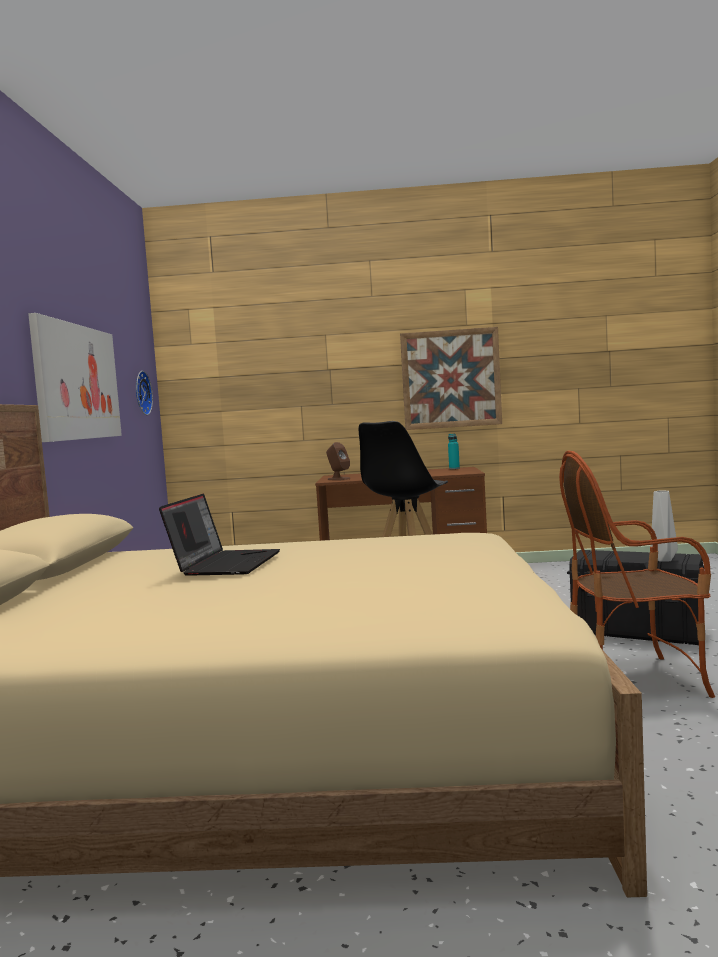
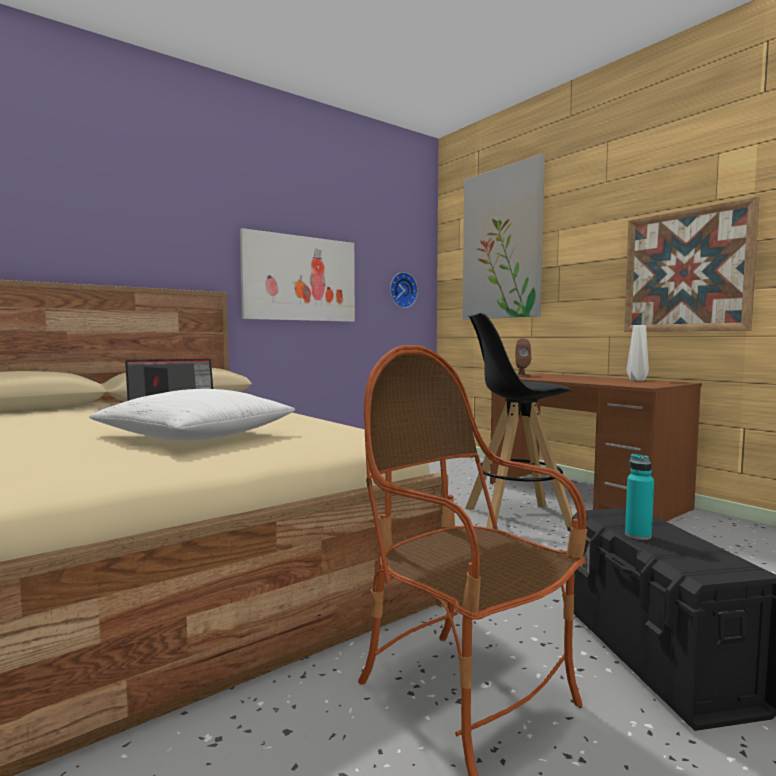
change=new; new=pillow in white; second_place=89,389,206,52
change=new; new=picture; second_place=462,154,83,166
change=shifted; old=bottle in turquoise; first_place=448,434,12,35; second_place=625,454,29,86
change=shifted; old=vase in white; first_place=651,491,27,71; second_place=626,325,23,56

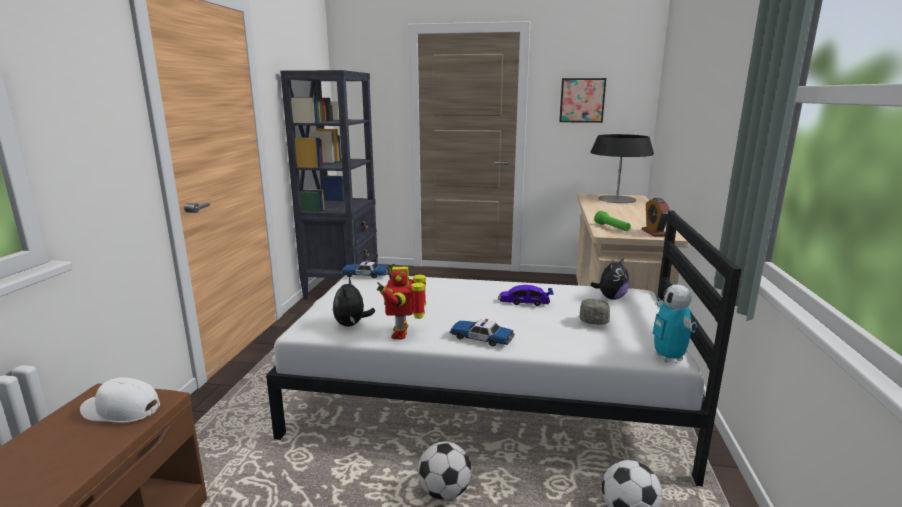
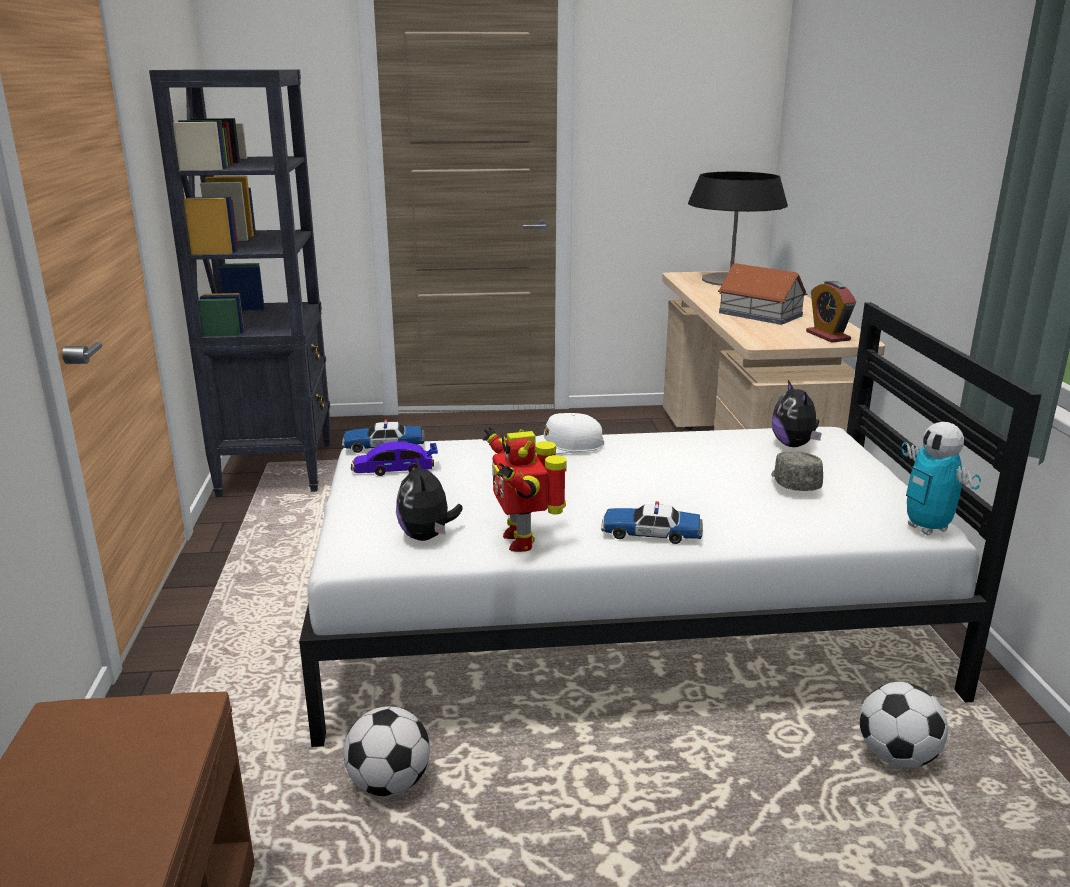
change=shifted; old=football; first_place=418,442,54,58; second_place=344,706,86,90
change=shifted; old=toy car; first_place=498,285,55,21; second_place=351,441,87,35
change=shifted; old=cap in white; first_place=80,377,80,46; second_place=535,413,69,41
change=new; new=toy house; second_place=718,263,90,62
change=rotated; old=plush toy; first_place=591,258,38,42; second_place=772,380,50,67; degrees=135
change=gone; old=picture; first_place=559,78,47,45
change=gone; old=flashlight in green; first_place=594,211,37,20

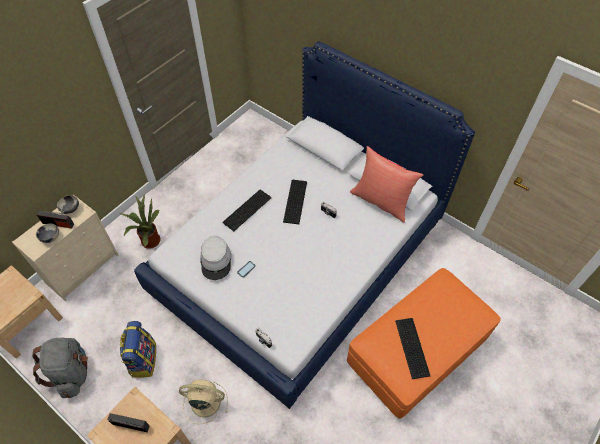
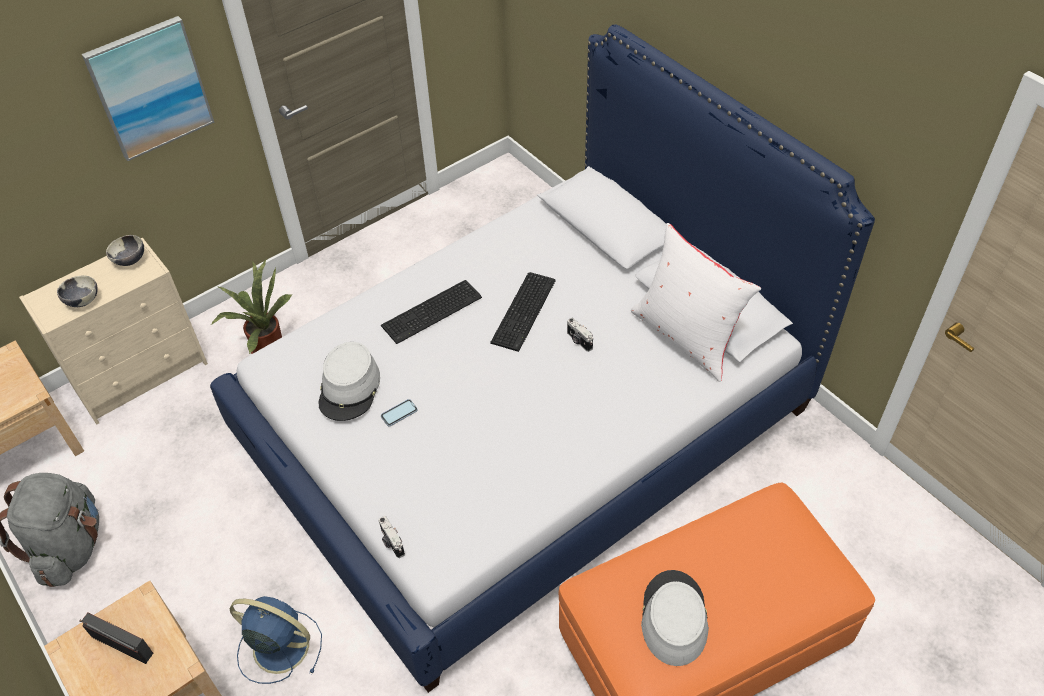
change=new; new=picture; second_place=82,16,132,145
change=repainted; old=fan in beige; new=fan in blue; first_place=179,380,49,44; second_place=230,596,92,88
change=repainted; old=pillow in red; new=pillow in white; first_place=350,146,73,77; second_place=631,223,130,159
change=swapped; old=keyboard; new=hat in grey; first_place=395,318,35,61; second_place=641,570,68,96
change=gone; old=radio; first_place=36,211,38,18
change=gone; old=backpack; first_place=120,321,36,57

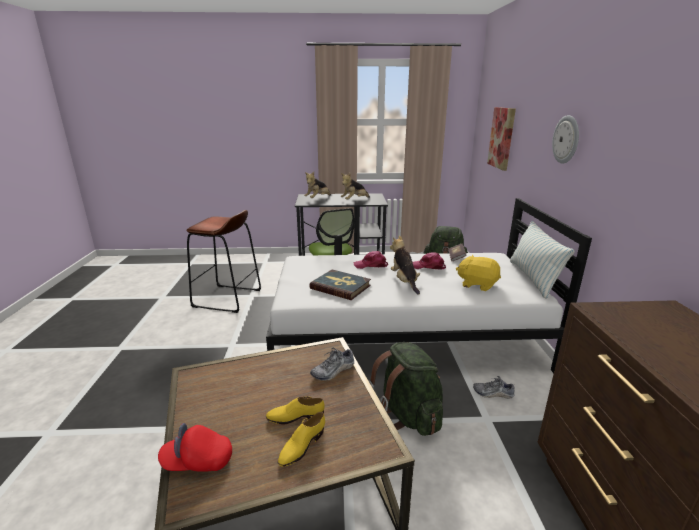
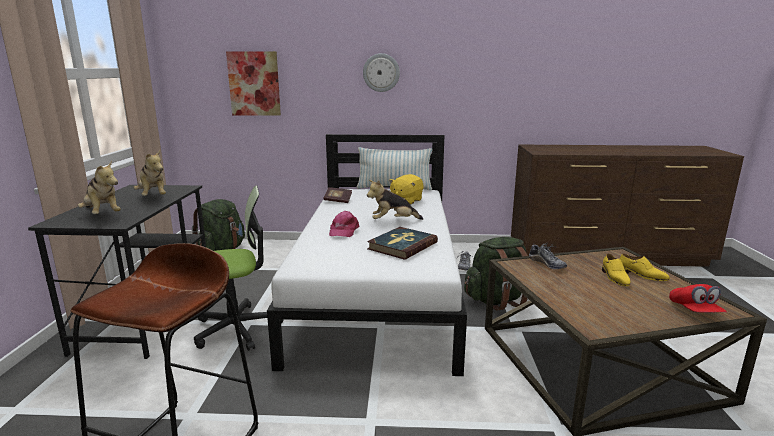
change=gone; old=cap in pink; first_place=413,253,33,17

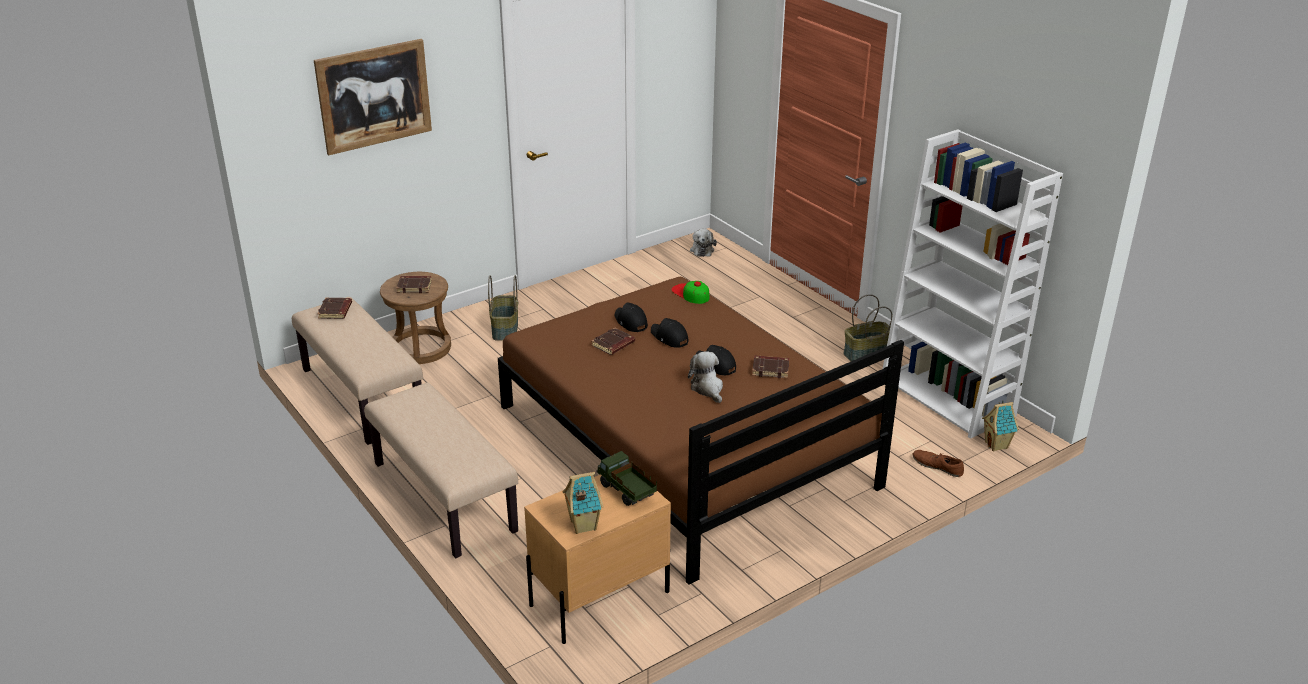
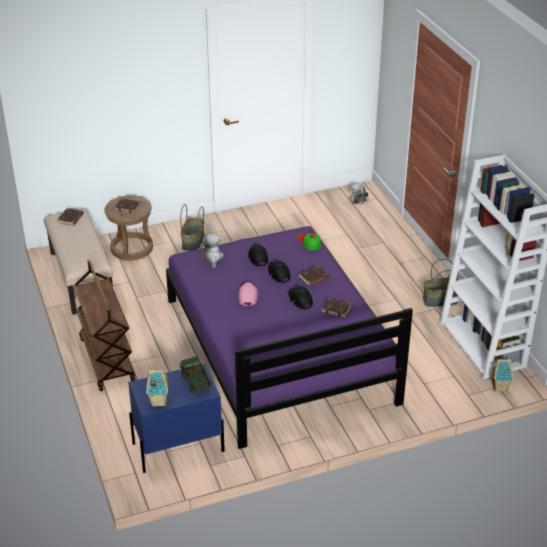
change=swapped; old=bench in beige; new=cart in brown; first_place=364,382,154,176; second_place=74,260,62,131
change=repainted; old=nightstand in beige; new=nightstand in blue; first_place=524,474,147,170; second_place=128,363,97,110
change=repainted; old=bed in brown; new=bed in purple; first_place=498,277,406,308; second_place=166,226,247,223
change=shifted; old=plush toy; first_place=688,351,35,52; second_place=200,234,24,34
change=new; new=cap in pink; second_place=238,282,20,24
change=shifted; old=book in brown; first_place=591,328,44,27; second_place=298,266,31,20
change=gone; old=picture; first_place=314,39,118,116
change=gone; old=shoe in brown; first_place=913,450,51,27

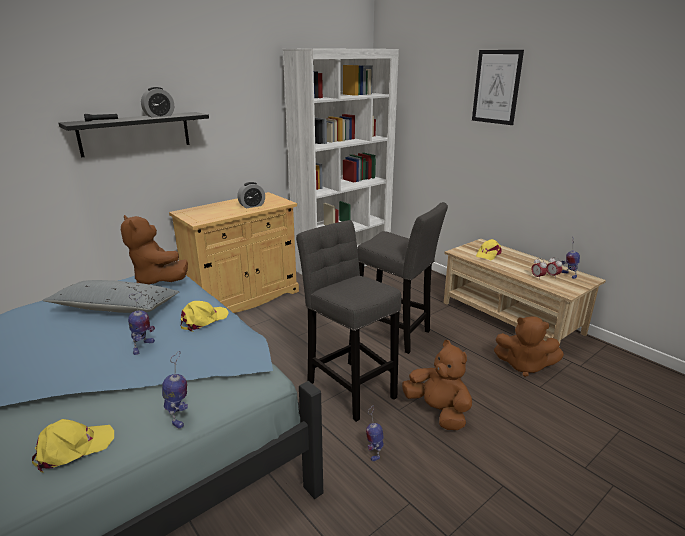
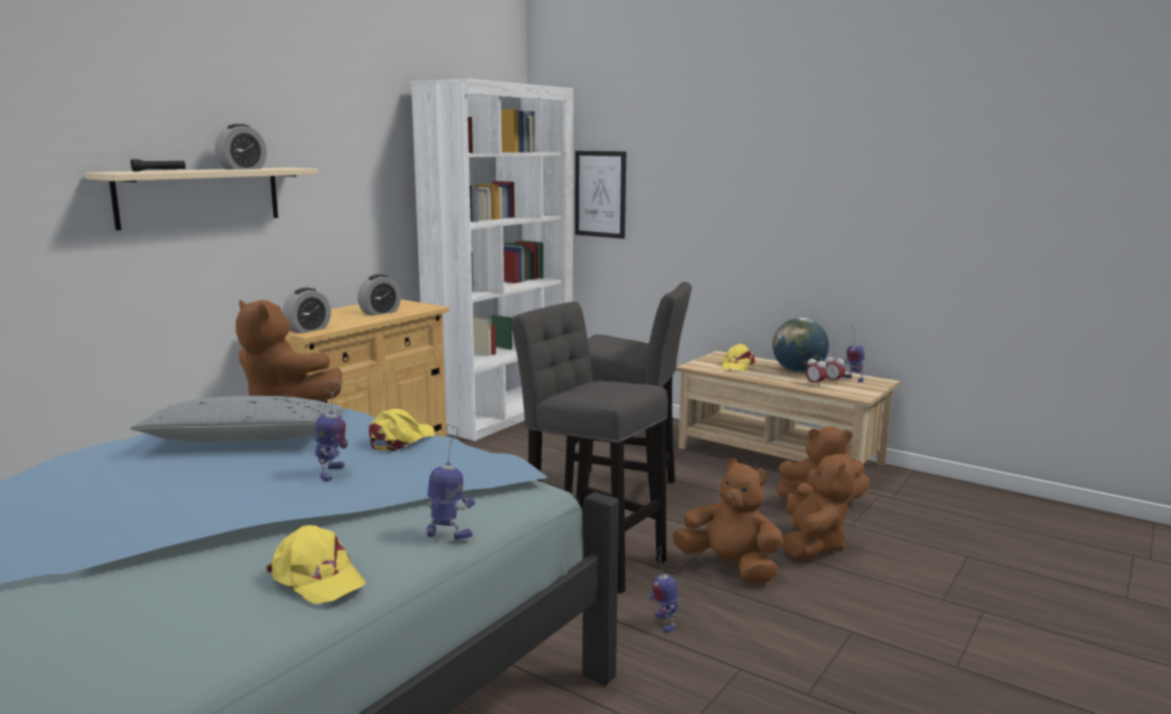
change=repainted; old=shelf in black; new=shelf in beige; first_place=58,112,151,46; second_place=86,167,232,64
change=rotated; old=cap in yellow; first_place=32,419,82,54; second_place=266,525,100,79; degrees=90
change=new; new=alarm clock; second_place=282,288,49,45
change=rotated; old=toy robot; first_place=162,351,26,78; second_place=427,424,48,116; degrees=-45
change=shifted; old=picture; first_place=472,50,52,75; second_place=575,151,51,88
change=new; new=globe; second_place=772,318,57,55
change=new; new=plush toy in brown; second_place=782,451,73,109

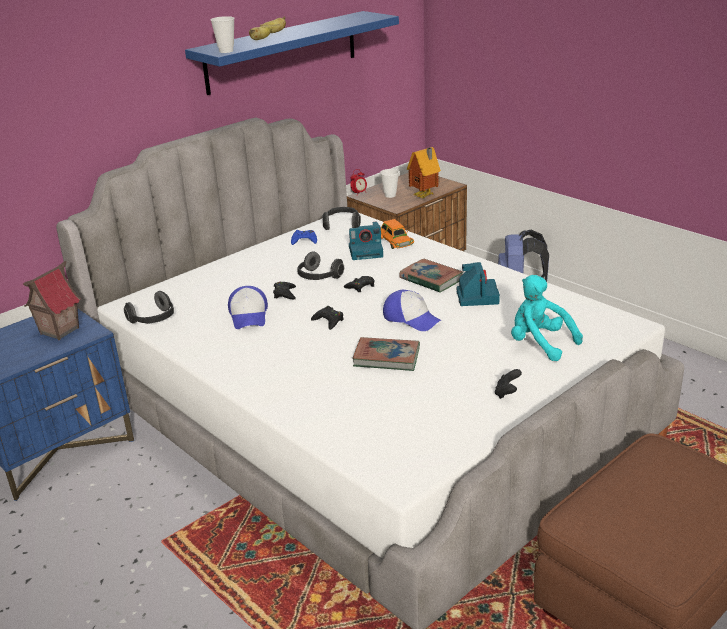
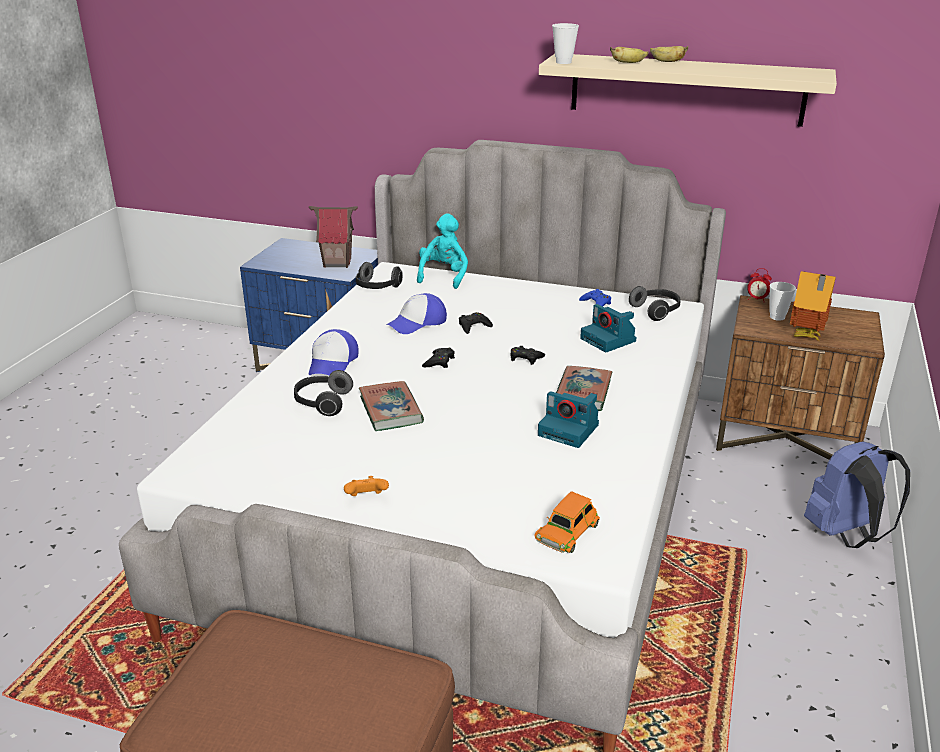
change=shifted; old=headphones; first_place=297,251,47,29; second_place=294,370,59,46
change=shifted; old=cap; first_place=383,290,58,41; second_place=308,329,51,46
change=repainted; old=game controller in black; new=game controller in orange; first_place=495,369,27,30; second_place=344,476,45,20
change=shifted; old=plush toy in turquoise; first_place=511,275,72,86; second_place=417,213,51,76
change=shifted; old=toy car in orange; first_place=381,219,33,30; second_place=534,491,66,62
change=rotated; old=photo camera; first_place=457,262,43,44; second_place=538,391,61,57; degrees=60
change=repainted; old=shelf in blue; new=shelf in beige; first_place=185,11,214,84; second_place=539,54,298,73

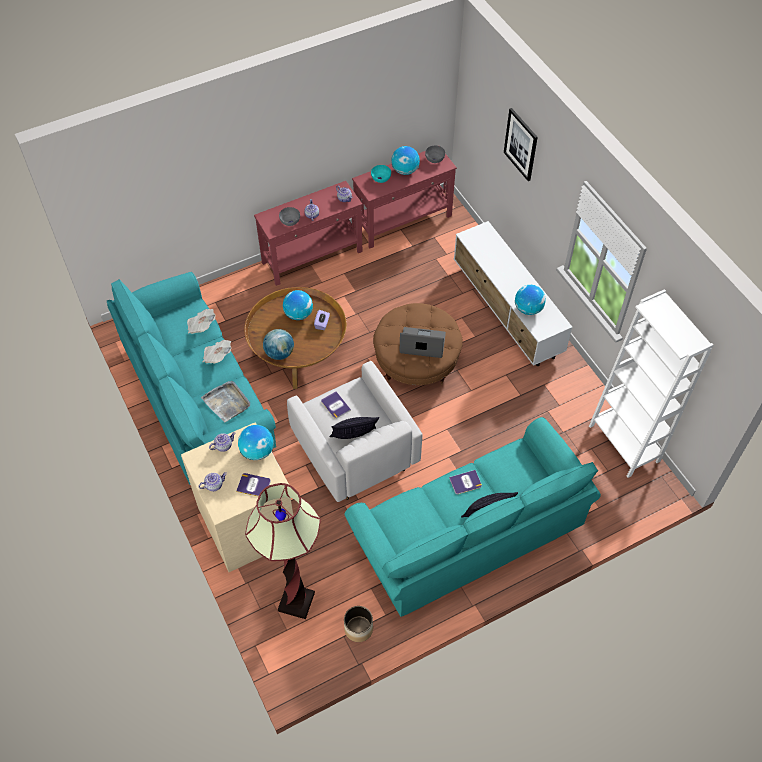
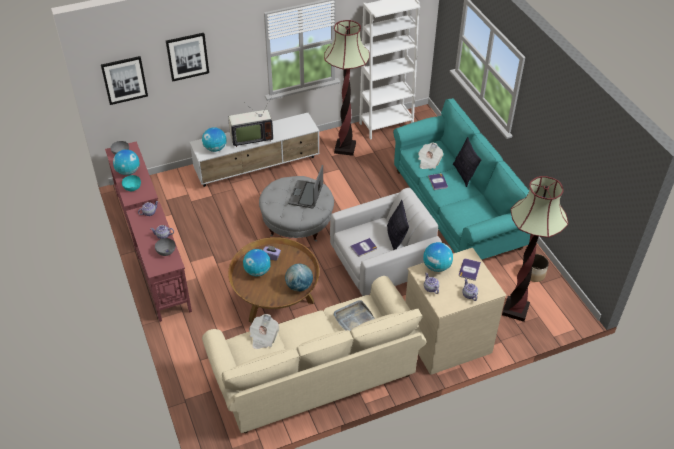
change=new; new=picture; second_place=101,56,47,49
change=shifted; old=globe; first_place=515,285,31,30; second_place=202,127,25,25
change=repainted; old=sofa in turquoise; new=sofa in beige; first_place=107,272,169,212; second_place=202,276,224,157
change=new; new=television; second_place=228,100,45,47
change=repainted; old=ottoman in brown; new=ottoman in grey; first_place=373,303,90,82; second_place=259,176,75,66
change=new; new=floor lamp; second_place=324,20,46,136
change=shifted; old=newspaper; first_place=202,340,29,24; second_place=418,143,25,26

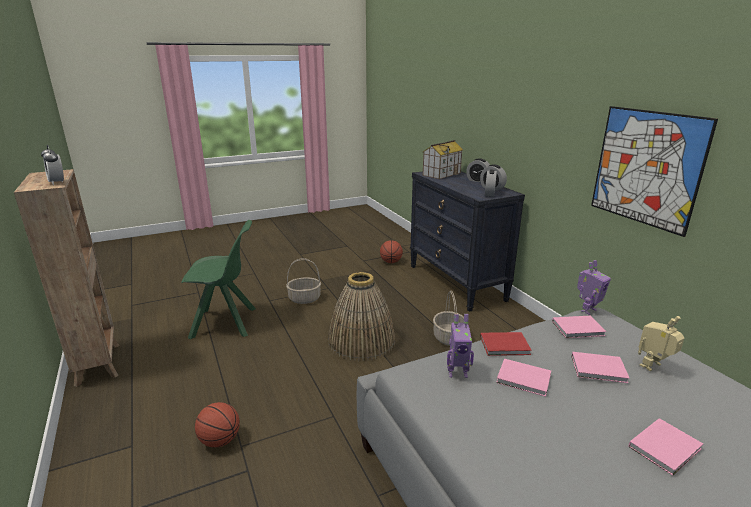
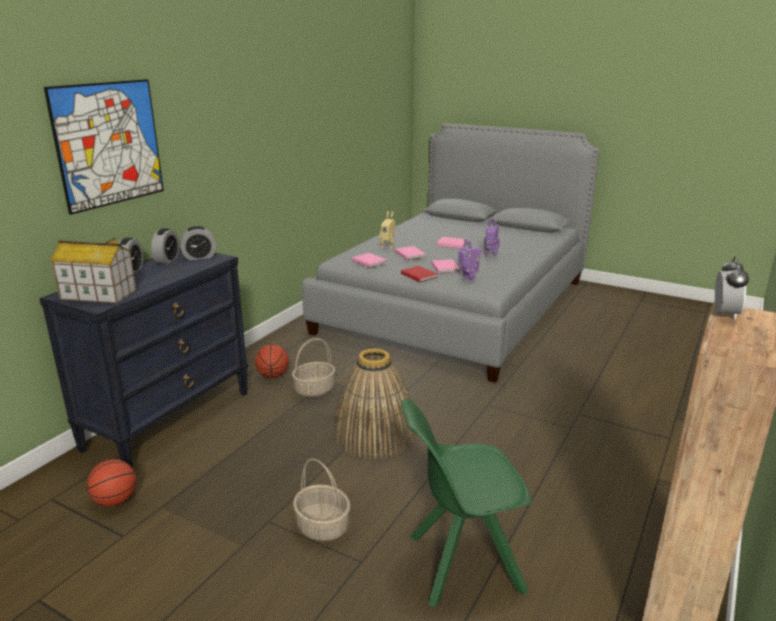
change=shifted; old=picture; first_place=591,106,127,131; second_place=44,79,120,136
change=shifted; old=basketball; first_place=195,402,45,46; second_place=255,344,34,34
change=rotated; old=chair in green; first_place=181,220,75,119; second_place=401,398,131,210; degrees=-60
change=shifted; old=toy robot; first_place=577,260,34,55; second_place=484,219,16,40

